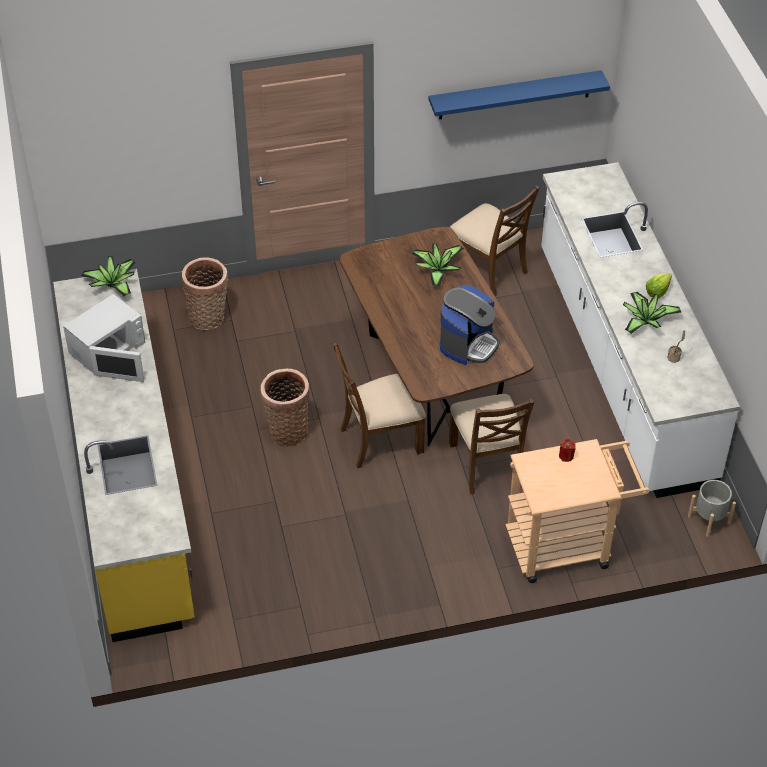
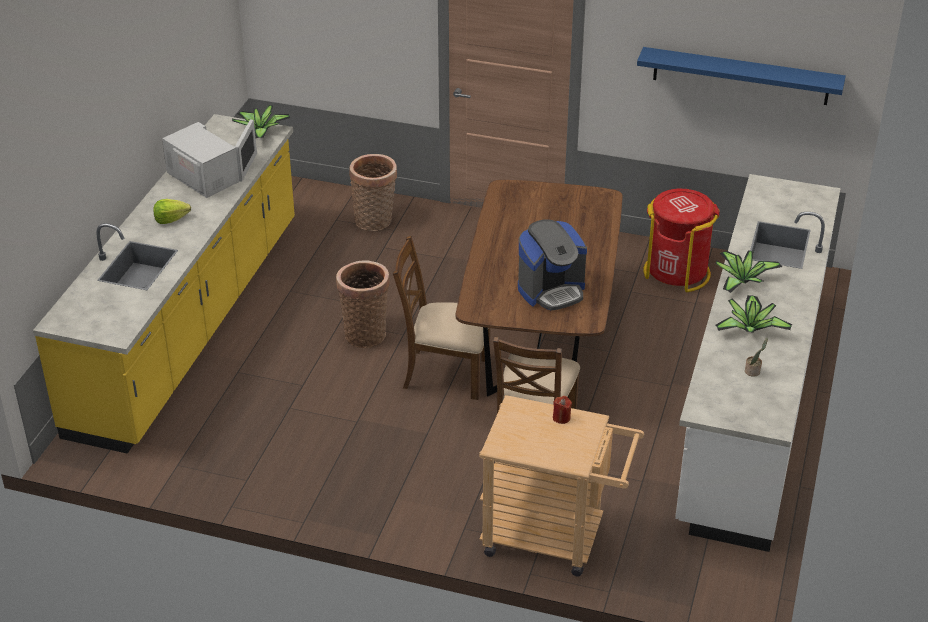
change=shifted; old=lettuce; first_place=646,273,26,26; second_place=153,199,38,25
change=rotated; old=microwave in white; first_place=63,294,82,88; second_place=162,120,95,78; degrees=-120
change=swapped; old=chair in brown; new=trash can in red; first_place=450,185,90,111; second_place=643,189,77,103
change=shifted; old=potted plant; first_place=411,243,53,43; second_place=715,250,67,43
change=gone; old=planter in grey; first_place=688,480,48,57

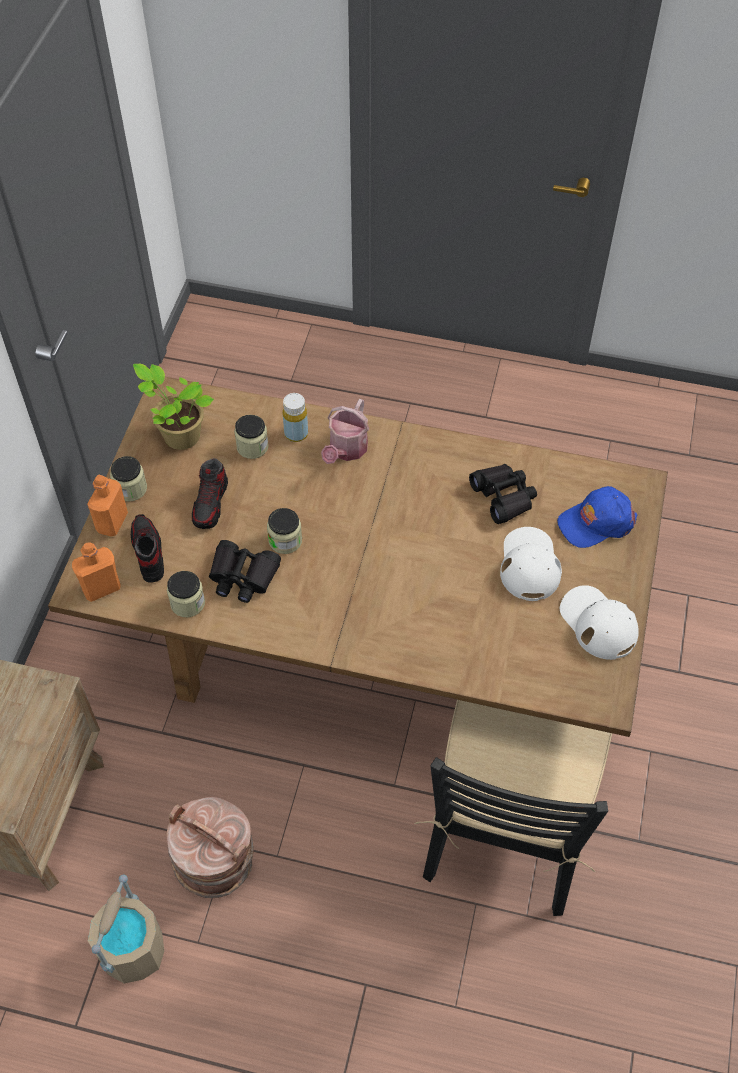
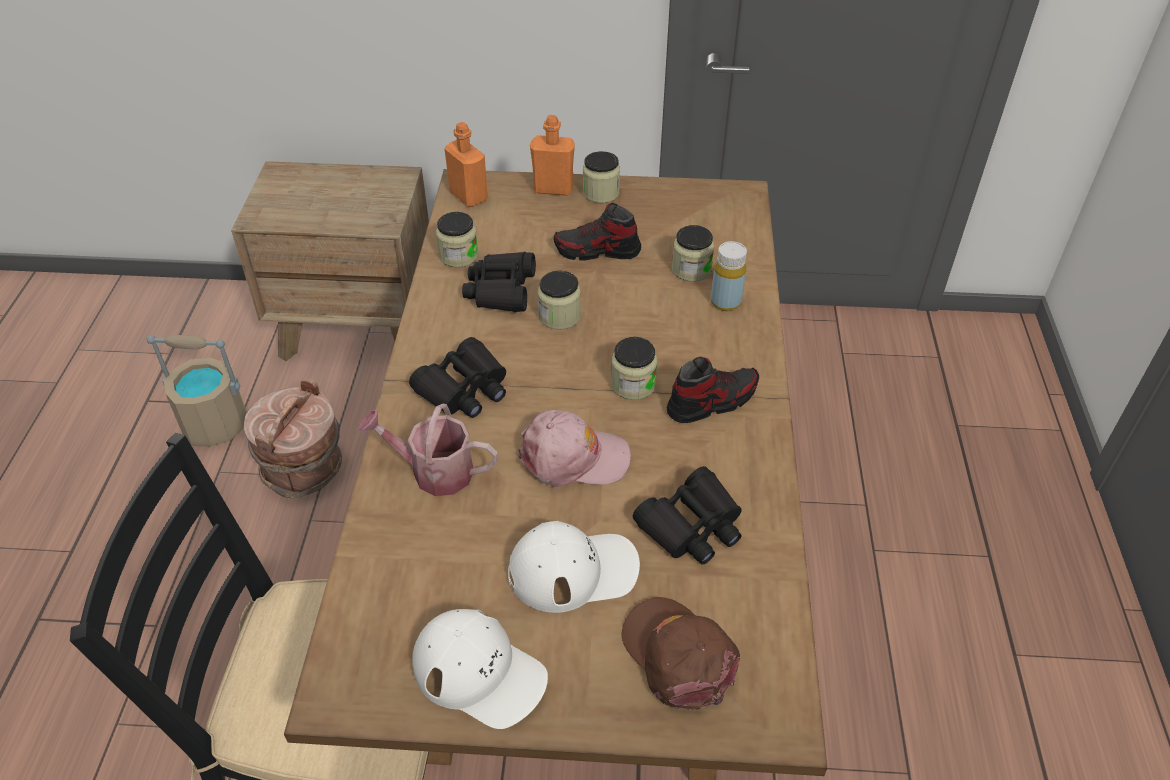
change=shifted; old=watering can; first_place=321,399,48,65; second_place=358,404,140,92
change=new; new=binoculars in black; second_place=409,337,97,81
change=rotated; old=cap in white; first_place=560,585,79,75; second_place=412,609,136,120; degrees=75
change=new; new=cap in pink; second_place=518,410,113,77
change=new; new=jar; second_place=611,337,46,63
change=repainted; old=cap in blue; new=cap in brown; first_place=557,486,80,62; second_place=622,597,118,114
change=shifted; old=shoe; first_place=131,514,33,68; second_place=667,357,92,66
change=gone; old=potted plant; first_place=133,364,81,86

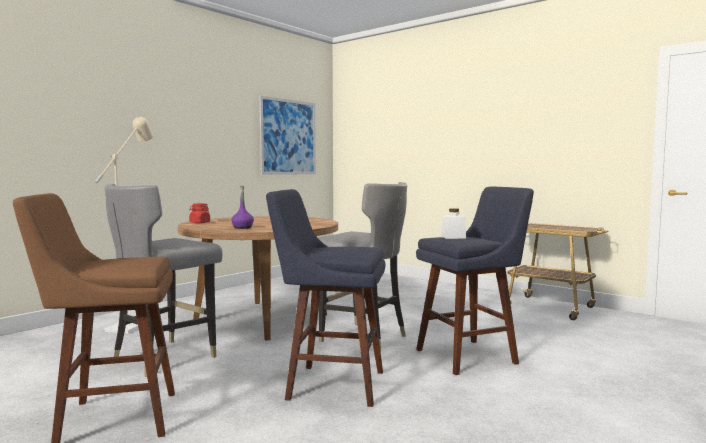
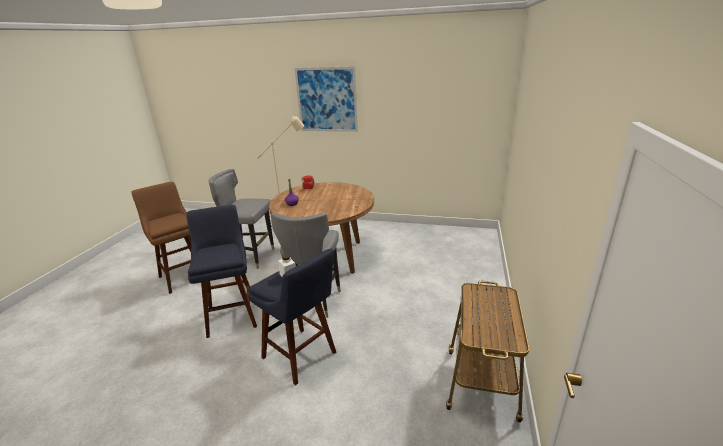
change=shifted; old=picture; first_place=260,96,56,79; second_place=294,66,64,66

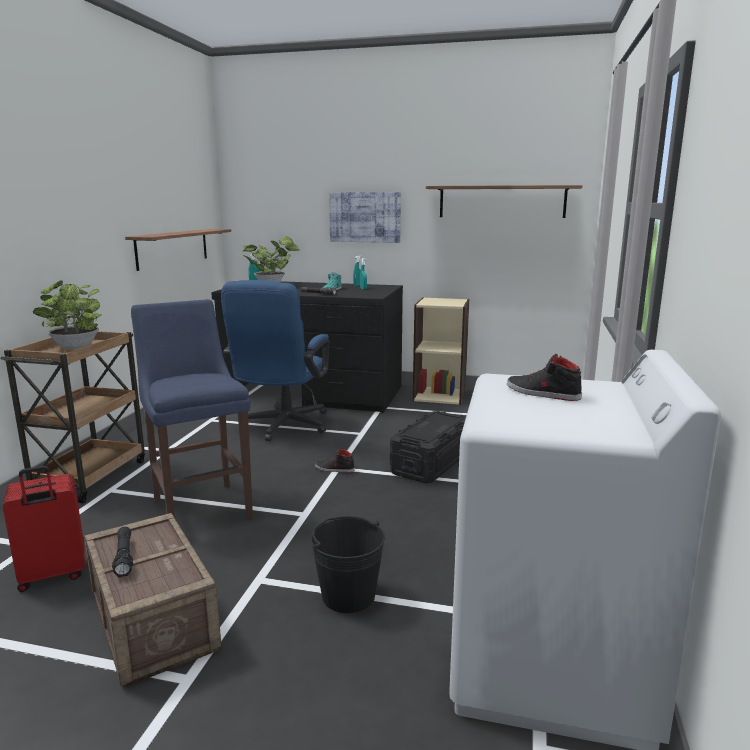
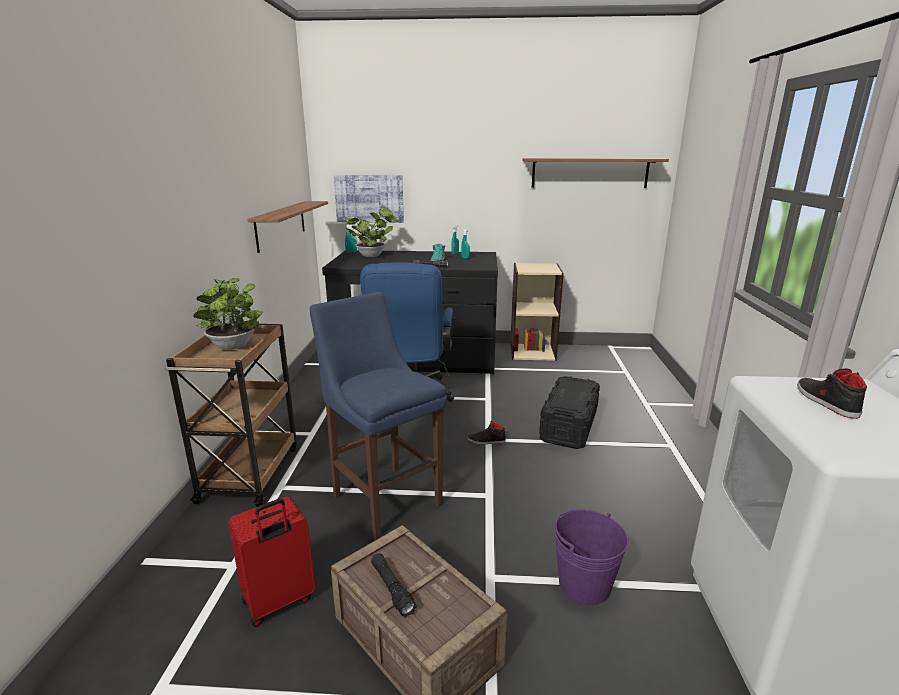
change=shifted; old=picture; first_place=329,192,72,51; second_place=333,175,71,48
change=repainted; old=bucket in black; new=bucket in purple; first_place=311,516,74,97; second_place=554,509,74,97
change=rotated; old=shoe in black; first_place=507,354,75,47; second_place=797,368,70,51; degrees=60

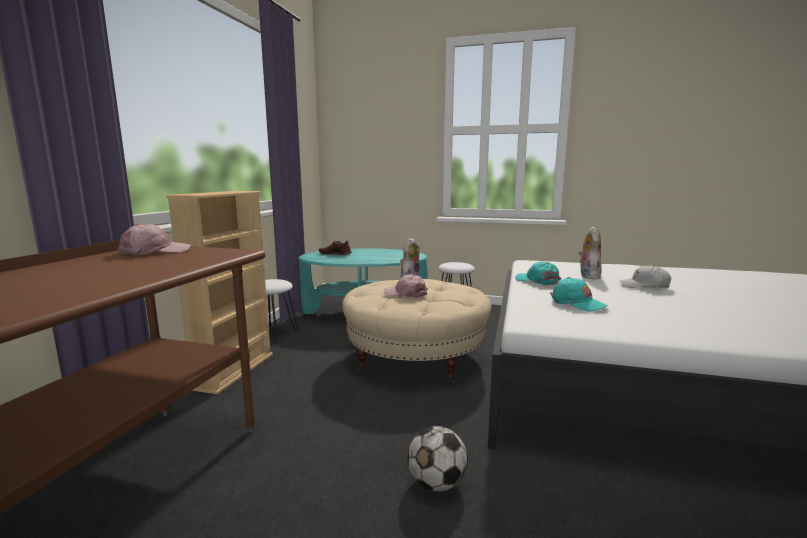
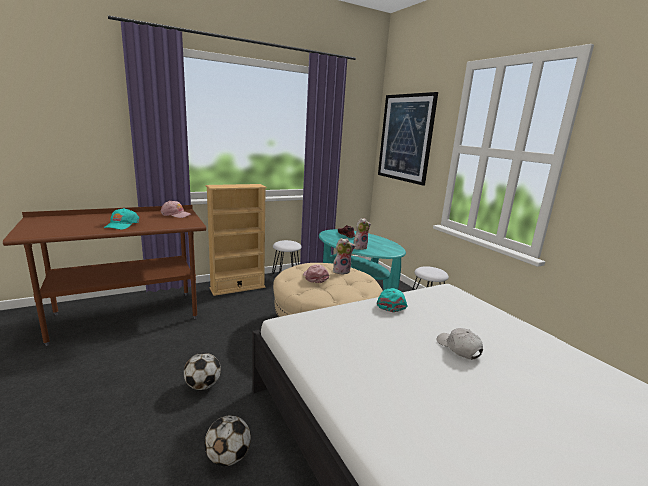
change=shifted; old=cap in turquoise; first_place=550,277,58,35; second_place=104,208,35,21
change=new; new=football; second_place=204,415,47,51
change=shifted; old=plush toy; first_place=578,226,24,53; second_place=353,218,18,32
change=new; new=picture; second_place=378,92,60,94

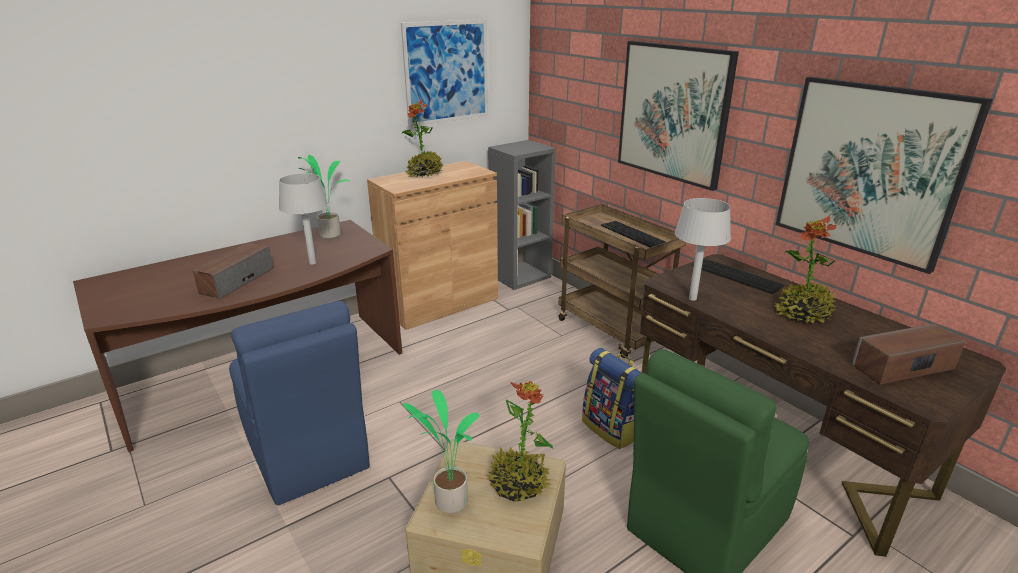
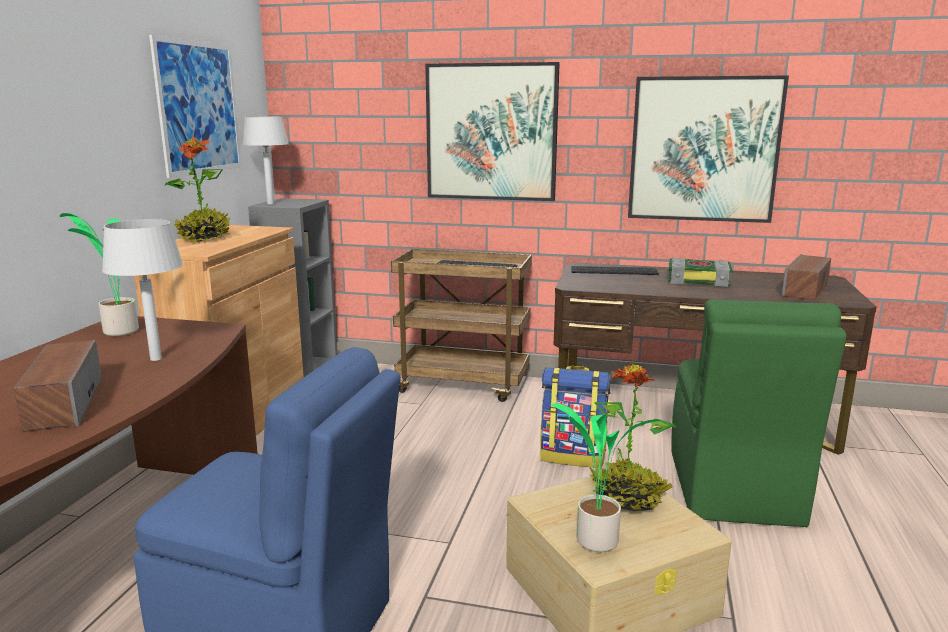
change=shifted; old=table lamp in grey; first_place=675,198,56,103; second_place=242,117,47,87
change=swapped; old=potted plant; new=book; first_place=774,215,63,109; second_place=668,258,65,29

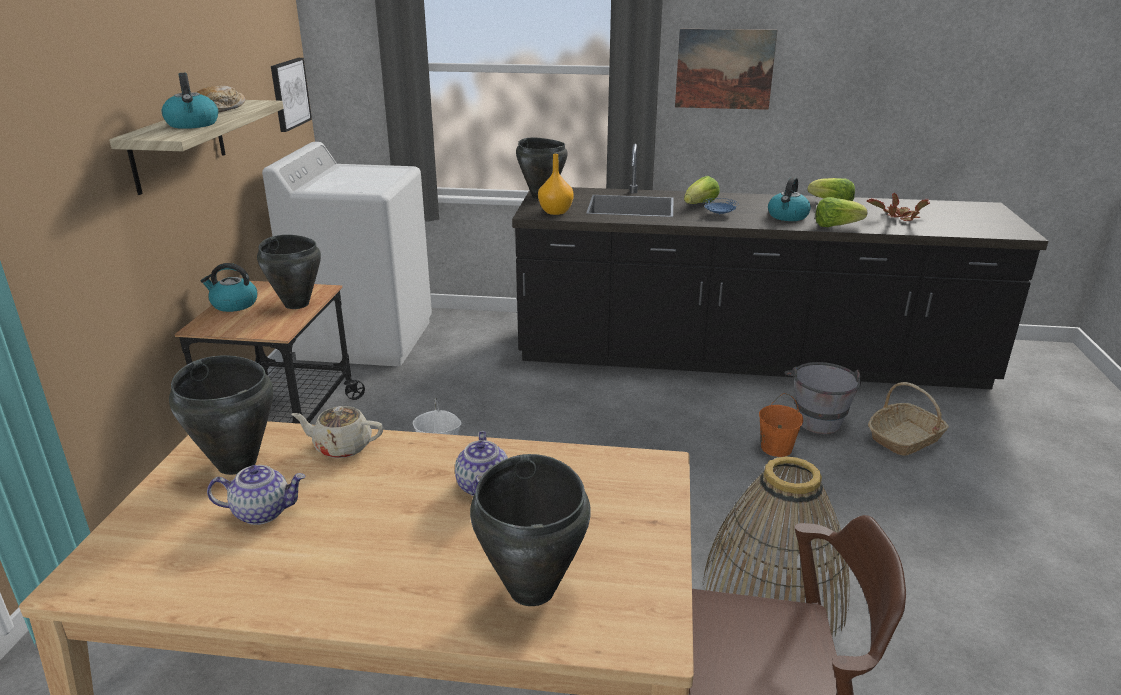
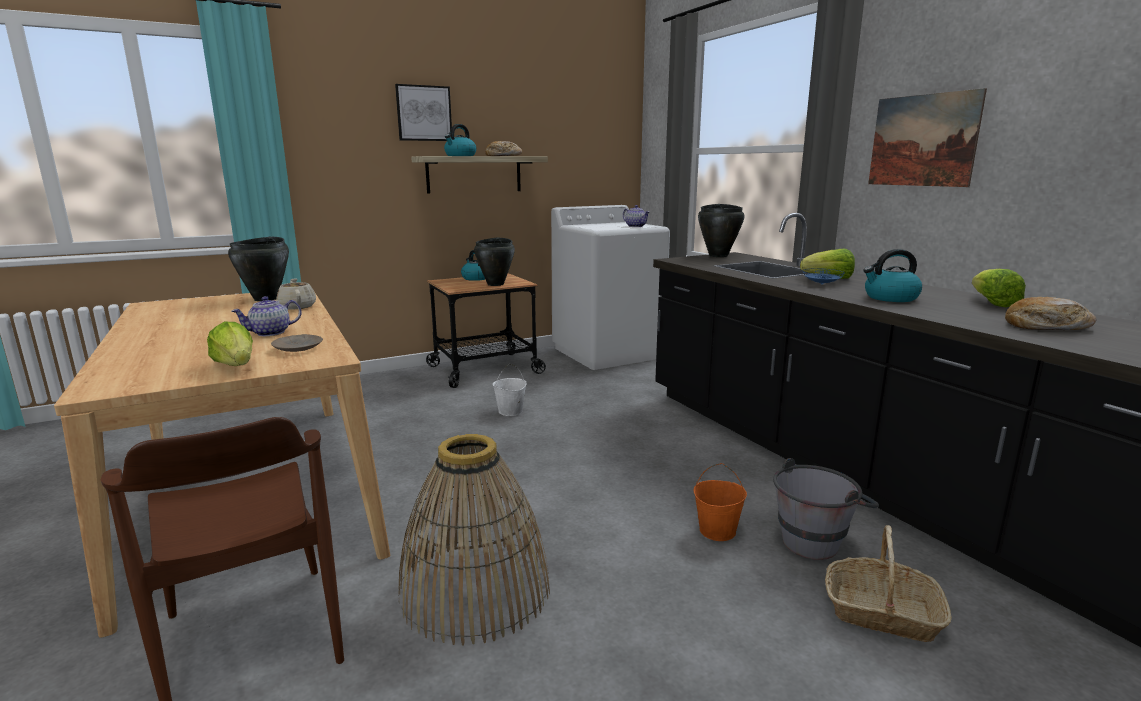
change=shifted; old=lettuce; first_place=815,197,52,30; second_place=207,322,46,44
change=new; new=plate in beige; second_place=271,334,52,18
change=shifted; old=picture; first_place=271,58,41,74; second_place=395,84,57,57
change=shifted; old=teapot; first_place=207,465,98,60; second_place=623,205,27,22
change=swapped; old=potted plant; new=bread; first_place=867,193,63,28; second_place=1005,297,91,33
change=gone; old=cooking pot in black; first_place=470,454,121,152
change=gone; old=vase in orange; first_place=538,154,36,61

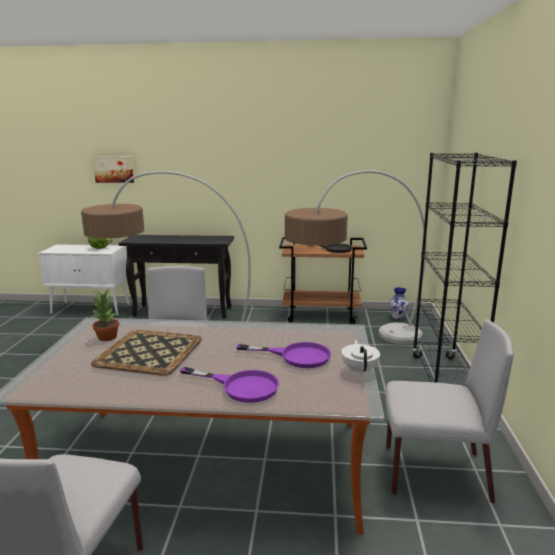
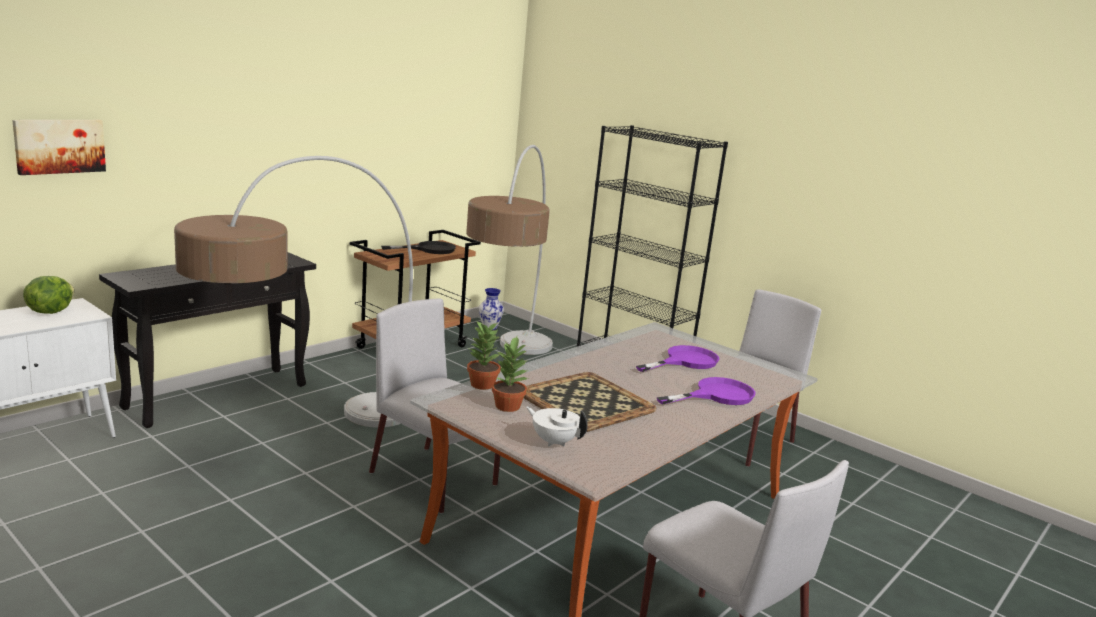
change=new; new=potted plant; second_place=467,320,34,70
change=shifted; old=teapot in white; first_place=341,340,39,35; second_place=526,406,62,40

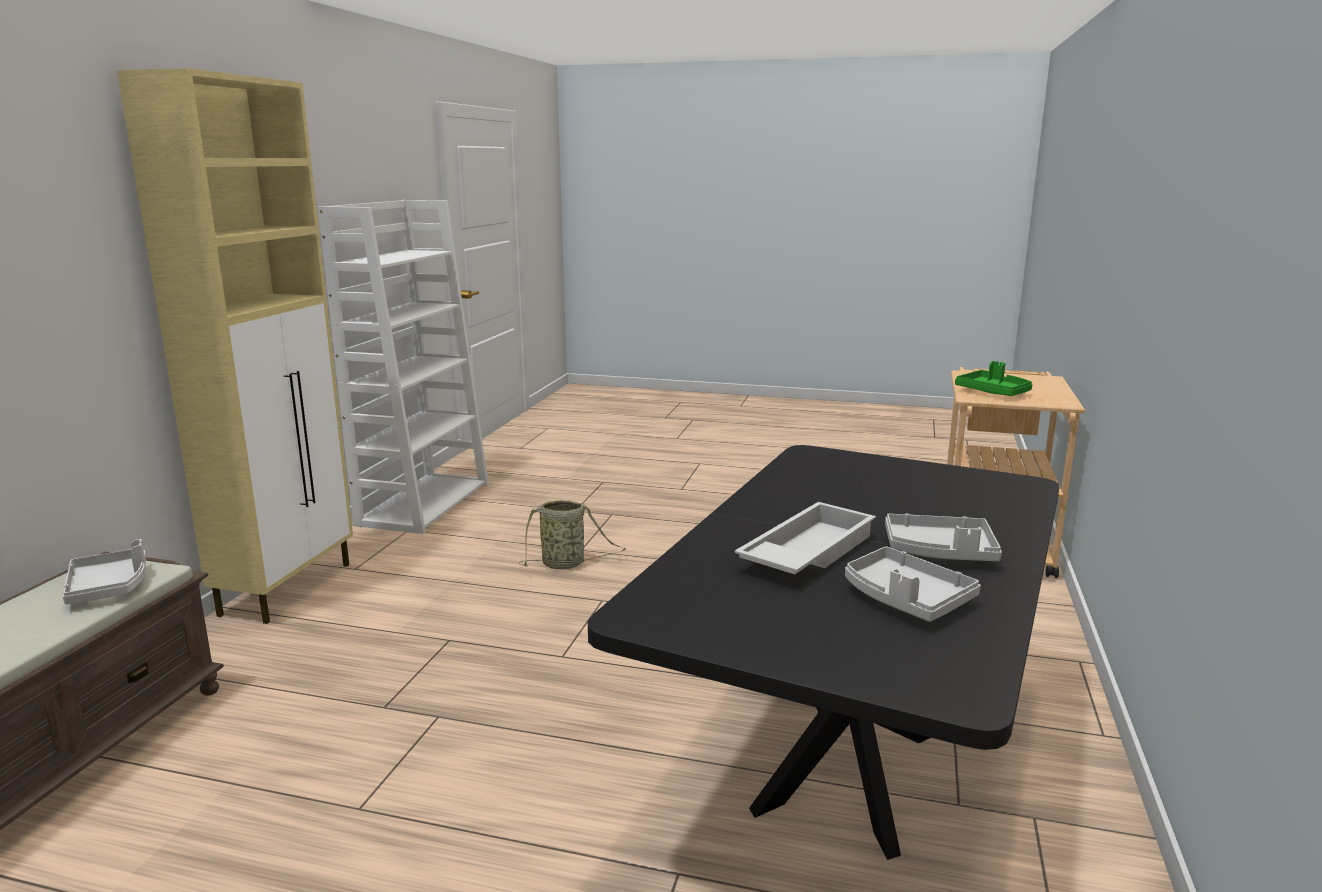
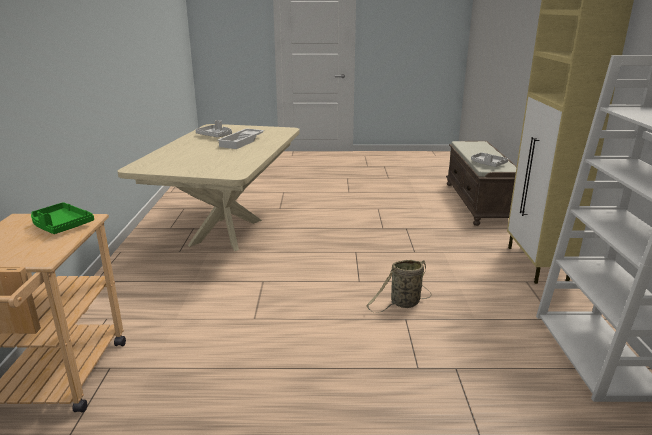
change=repainted; old=dining table in black; new=dining table in beige; first_place=588,445,472,415; second_place=118,124,182,127
change=gone; old=tray in grey; first_place=885,514,117,47

